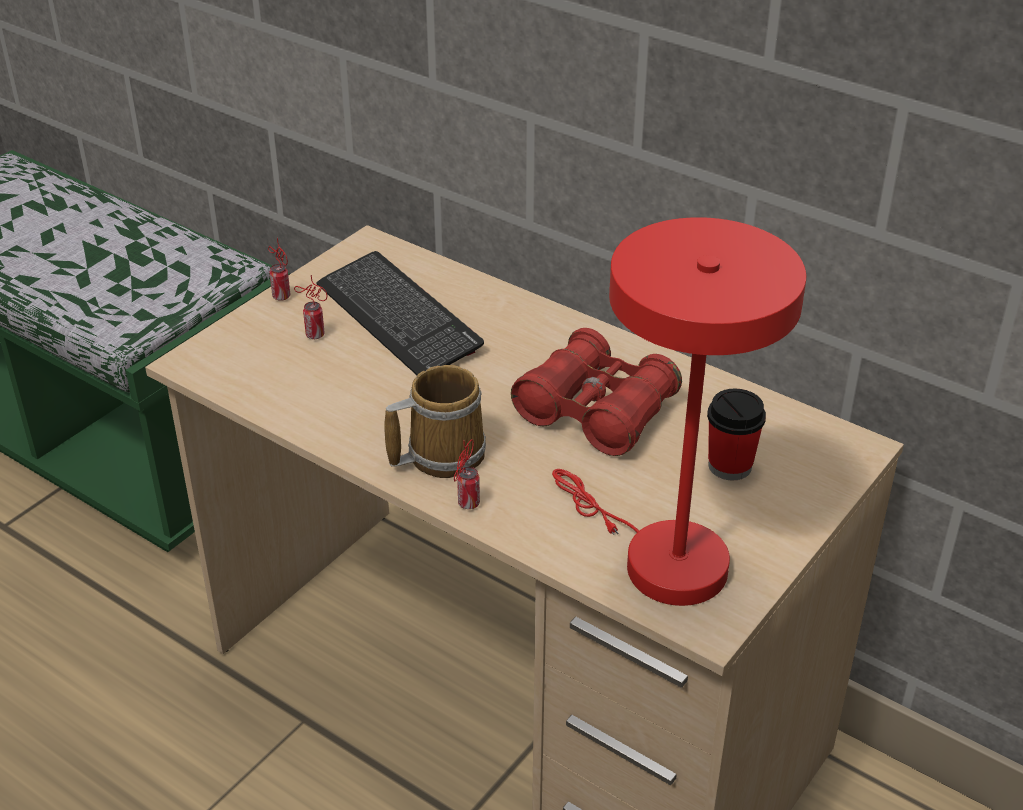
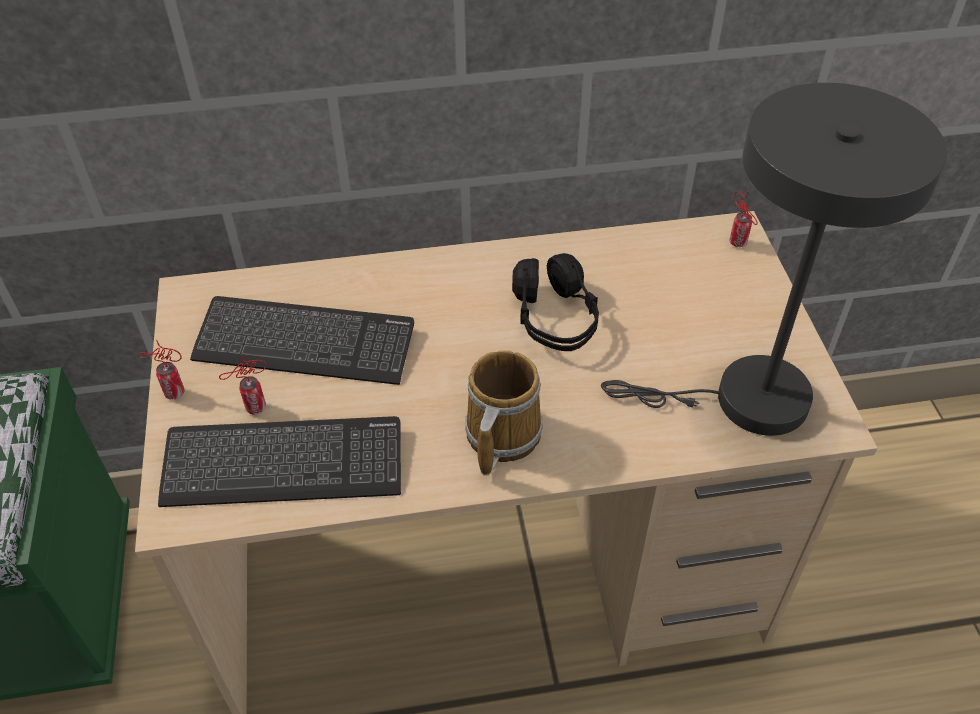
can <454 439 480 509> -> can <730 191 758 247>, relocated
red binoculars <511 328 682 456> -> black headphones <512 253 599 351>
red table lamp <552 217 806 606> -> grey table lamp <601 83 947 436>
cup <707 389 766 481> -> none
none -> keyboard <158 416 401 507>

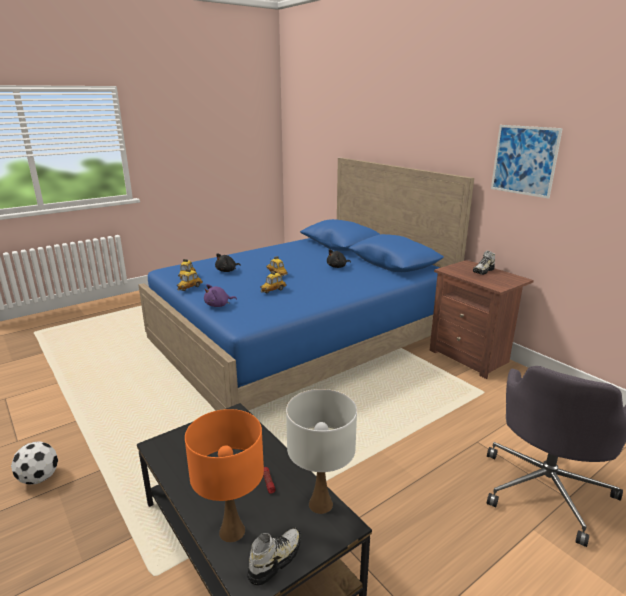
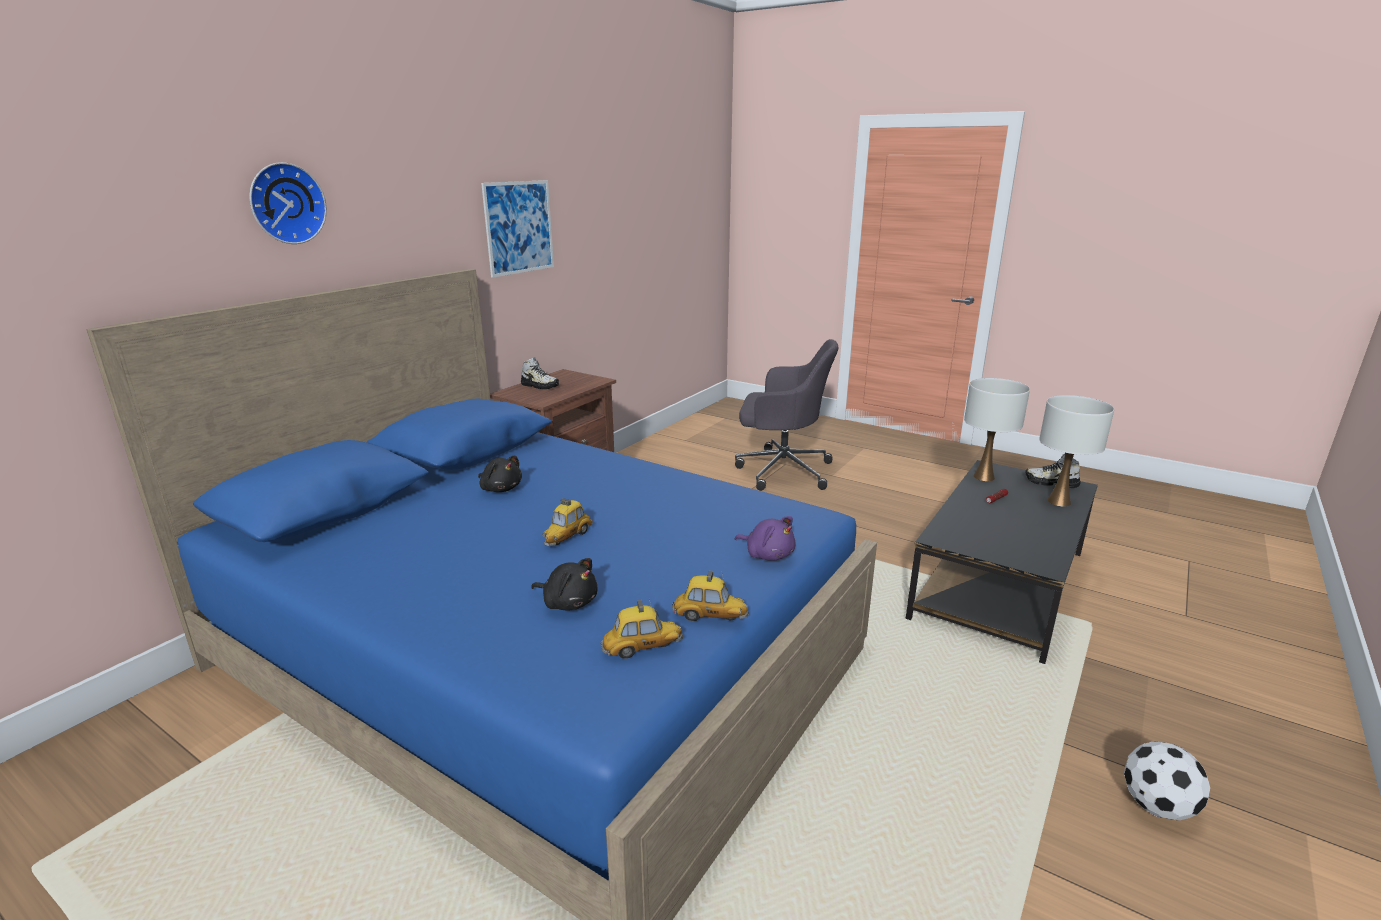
orange table lamp <185 409 264 542> -> white table lamp <1039 395 1114 507>
toy car <260 271 287 293> -> none
none -> wall clock <250 162 327 244>

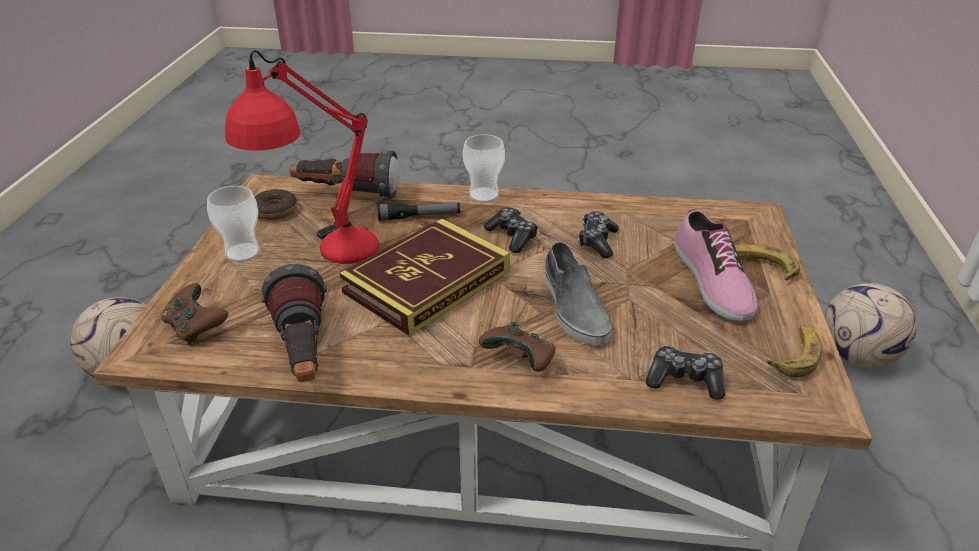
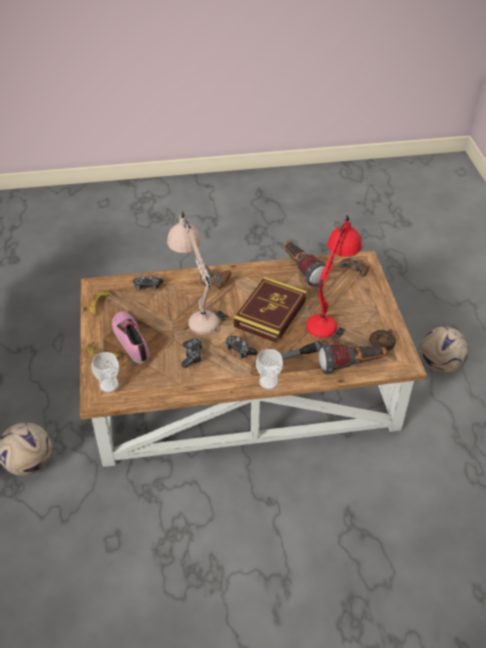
cup <207 186 260 262> -> cup <91 352 119 393>, relocated
grey shoe <545 242 612 345> -> beige table lamp <167 211 226 334>

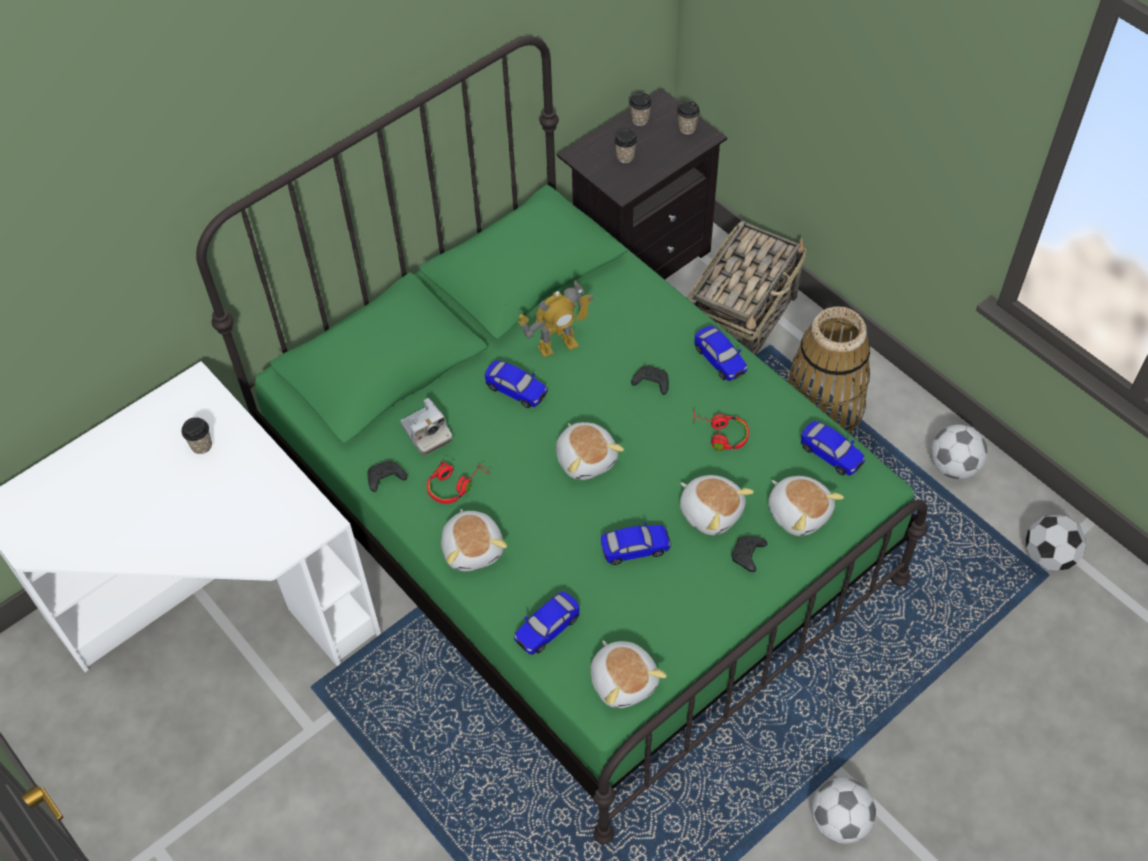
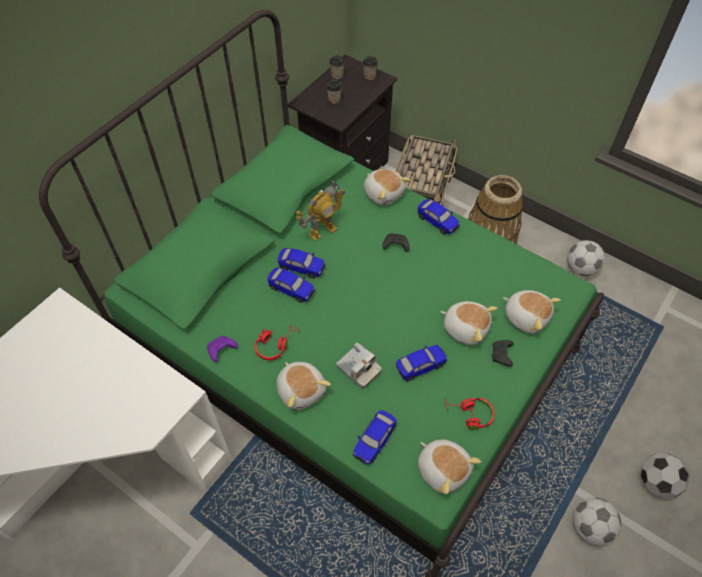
cup <182 417 212 454> -> none
black game controller <367 460 407 492> -> purple game controller <207 336 238 362>
photo camera <400 398 452 456> -> photo camera <336 342 382 389>, relocated
plush toy <556 422 624 480> -> plush toy <364 169 411 206>, relocated
red headphones <693 409 749 451> -> red headphones <445 397 495 430>, relocated
toy car <801 421 865 476> -> toy car <267 268 315 303>, relocated
football <1026 515 1086 570> -> football <641 453 690 499>, relocated

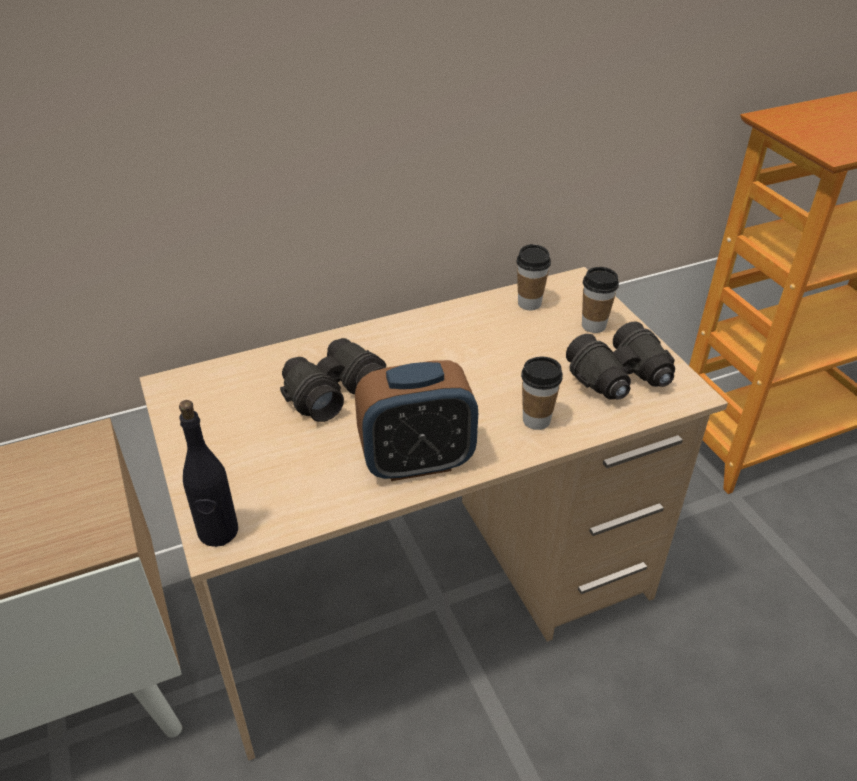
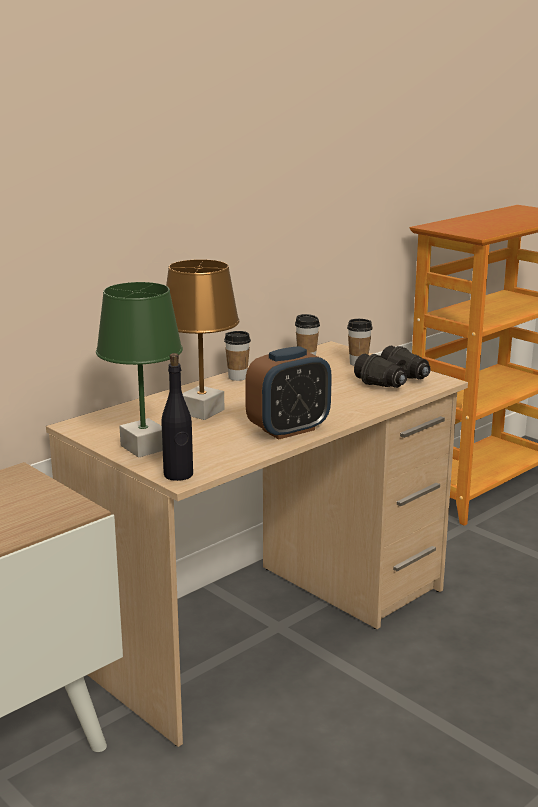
black binoculars <280 338 386 422> -> brown table lamp <166 259 239 420>
cup <521 357 563 430> -> cup <224 331 251 381>, relocated
none -> green table lamp <96 282 183 458>

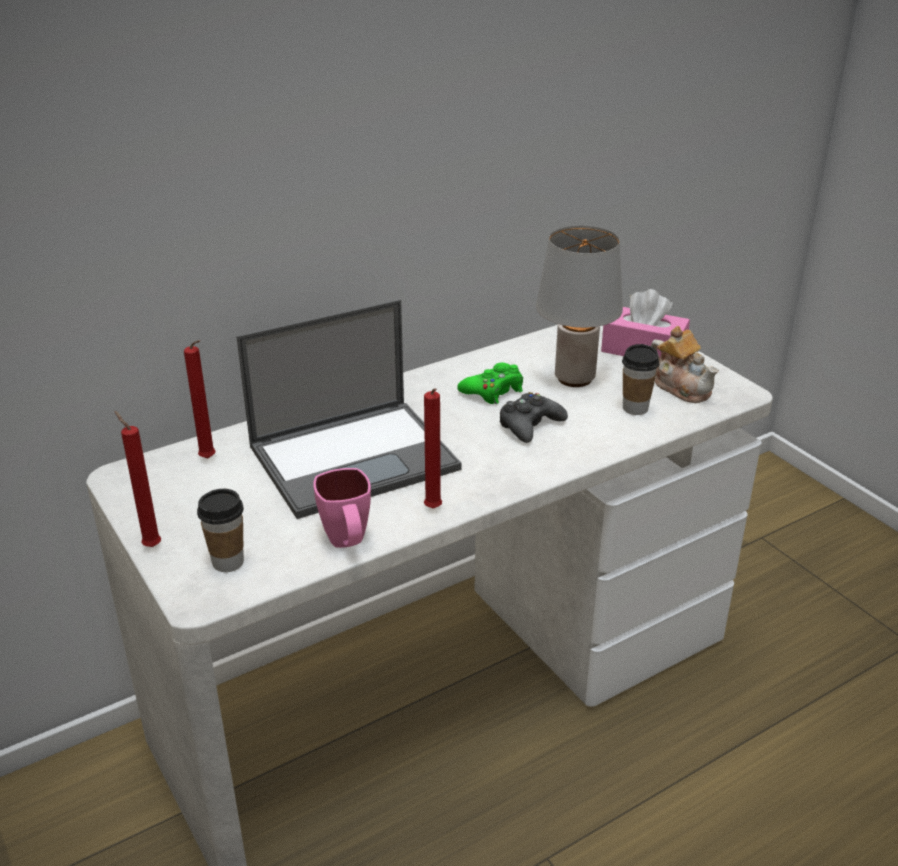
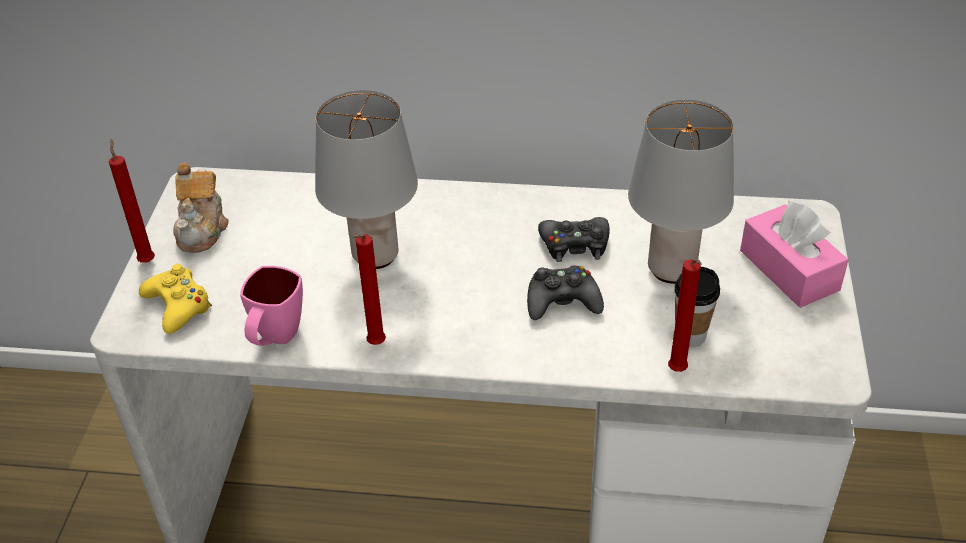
red candle <184 340 215 459> -> red candle <668 259 702 372>, relocated
cup <197 489 244 572> -> yellow game controller <139 264 212 334>
laptop <236 299 461 519> -> grey table lamp <315 90 418 269>
green game controller <457 363 523 404> -> black game controller <538 217 610 262>
teapot <651 326 719 403> -> teapot <173 163 229 253>, relocated

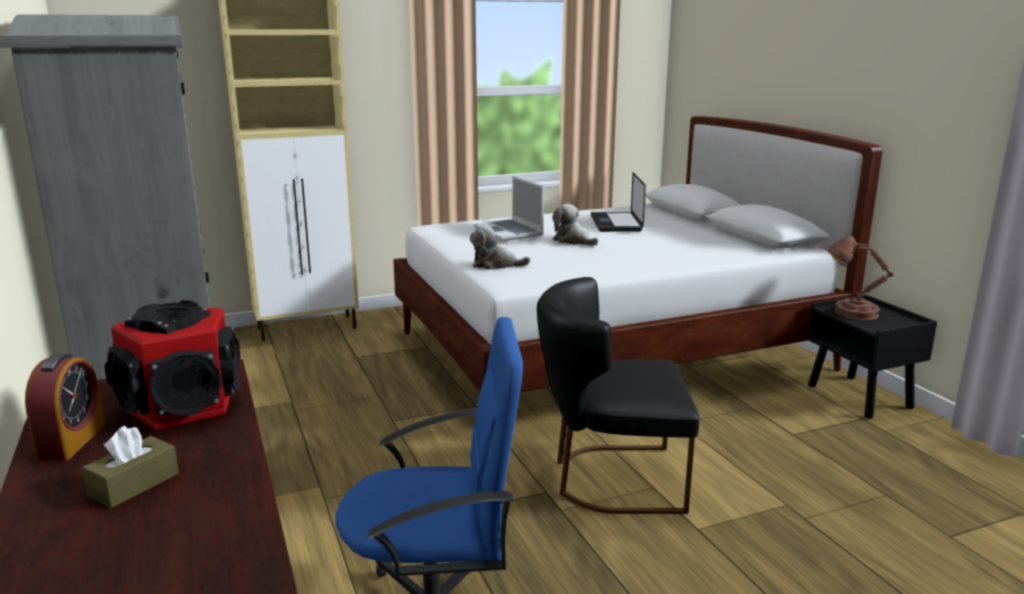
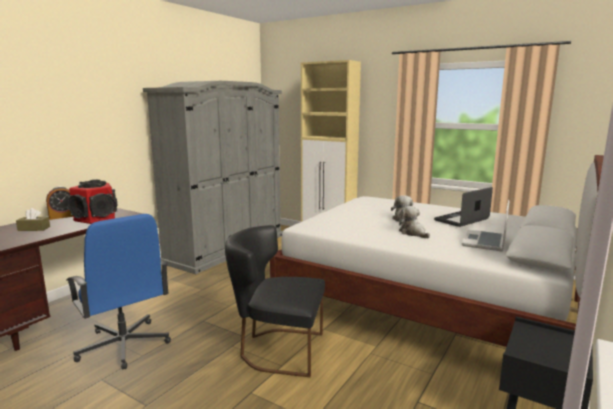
plush toy <470 225 530 269> -> plush toy <399 206 430 238>, relocated
laptop <474 176 544 241> -> laptop <462 200 510 251>, relocated
black chair <537 277 699 514> -> black chair <225 225 325 377>, 45 degrees counterclockwise
brown table lamp <828 236 893 320> -> none

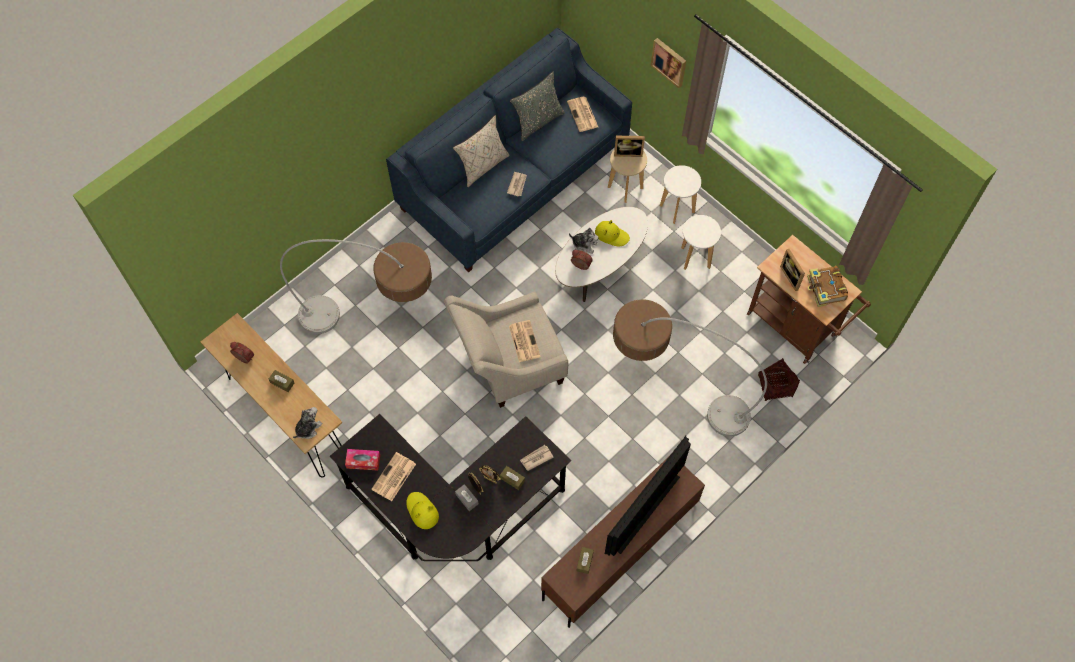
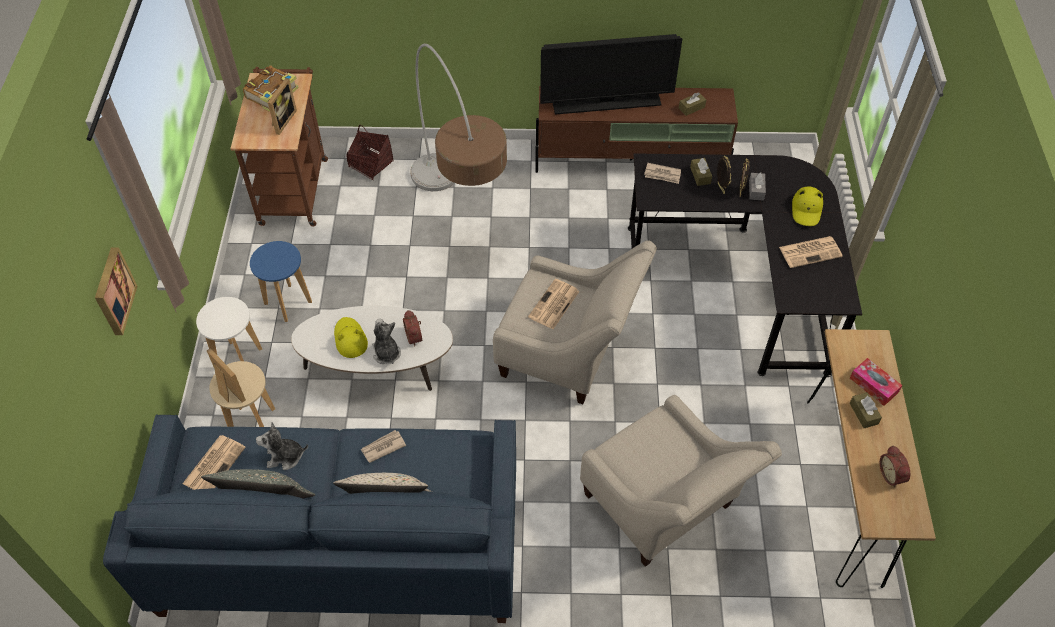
floor lamp <280 239 432 334> -> beige armchair <580 395 782 567>
plush toy <293 407 323 439> -> plush toy <256 422 308 470>, relocated
tissue box <345 449 380 471> -> tissue box <850 358 902 406>, relocated
white stool <681 215 721 270> -> blue stool <250 241 312 322>

